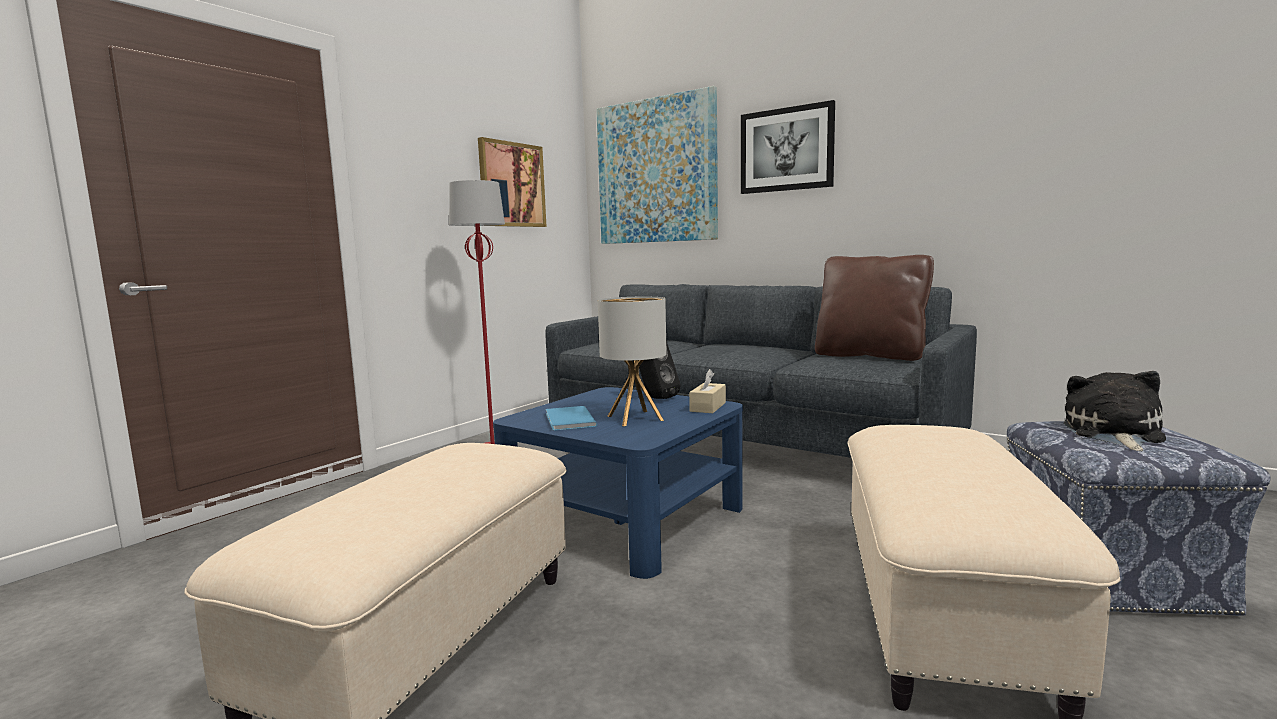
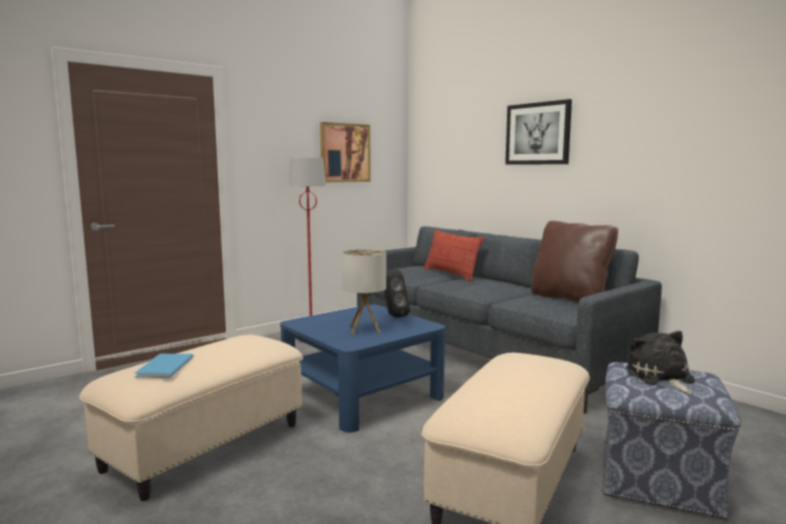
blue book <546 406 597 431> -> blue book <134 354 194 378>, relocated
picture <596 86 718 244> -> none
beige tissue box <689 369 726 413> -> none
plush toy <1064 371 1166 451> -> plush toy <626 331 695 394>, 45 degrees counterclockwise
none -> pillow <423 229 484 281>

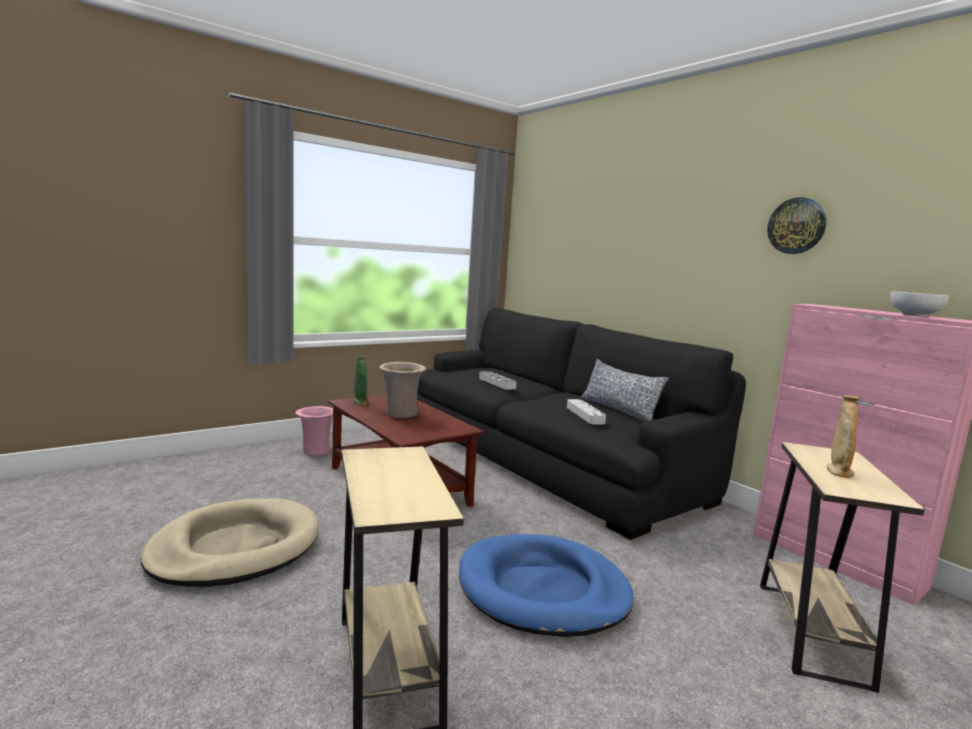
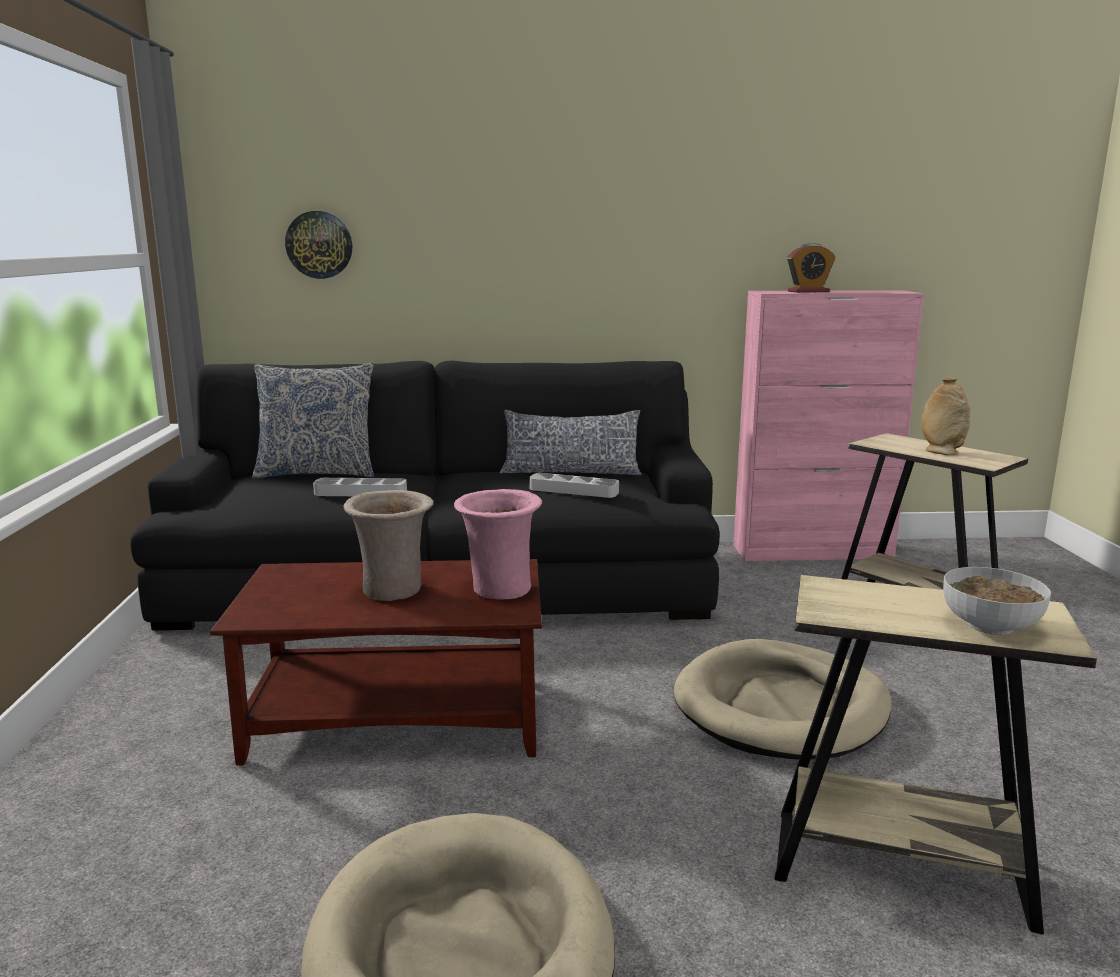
pink vase <296 406 333 456> -> pink vase <454 489 542 599>, relocated
green vase <353 356 369 405> -> none
blue dog bed <459 534 634 637> -> beige dog bed <674 639 891 760>
wall clock <767 197 826 254> -> wall clock <285 211 352 279>, relocated
bowl <890 291 949 317> -> bowl <943 567 1051 635>, relocated
none -> pillow <252 363 374 479>
none -> alarm clock <787 243 835 293>

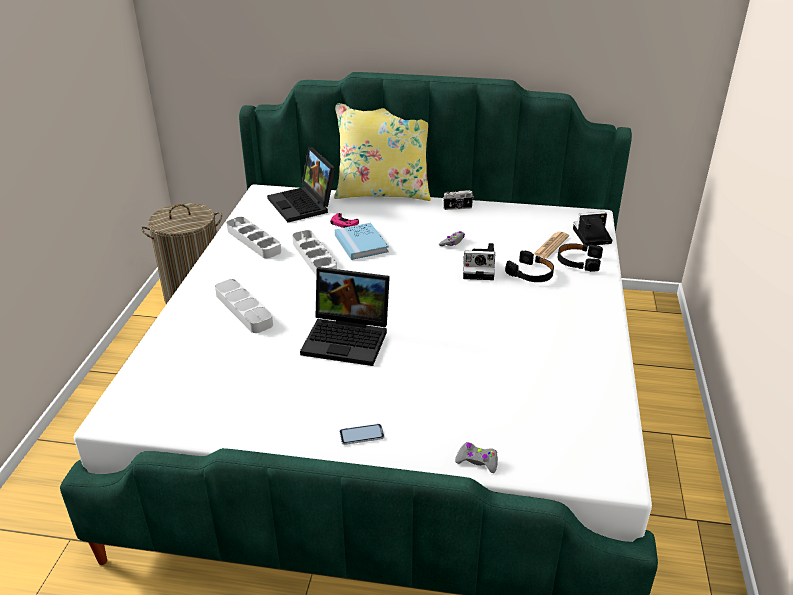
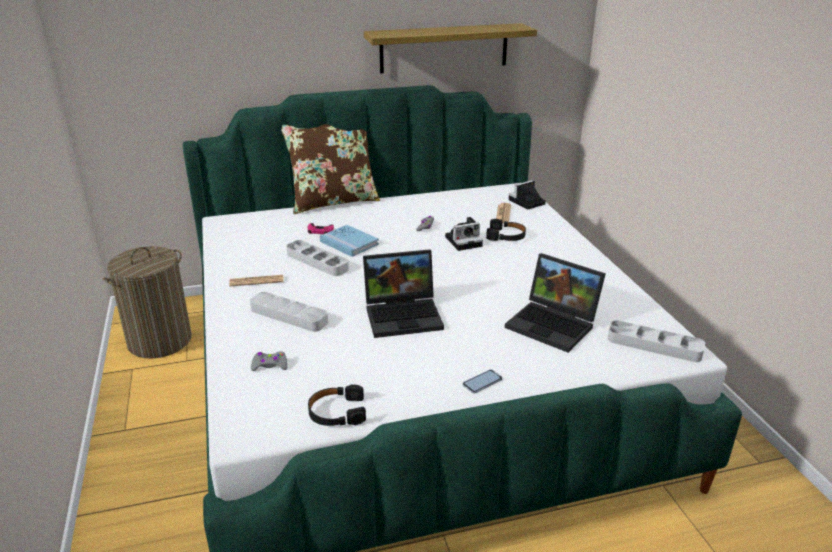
grey tray <226 217 281 258> -> grey tray <608 320 705 362>, relocated
laptop <267 147 336 222> -> laptop <505 253 606 353>, relocated
yellow pillow <334 103 431 201> -> brown pillow <281 124 380 214>
photo camera <443 190 474 210> -> none
grey game controller <455 442 498 473> -> grey game controller <251 351 288 371>, relocated
black headphones <558 243 603 272> -> black headphones <308 384 366 426>, relocated
none -> newspaper <229 275 284 286>
none -> shelf <364 23 537 74>

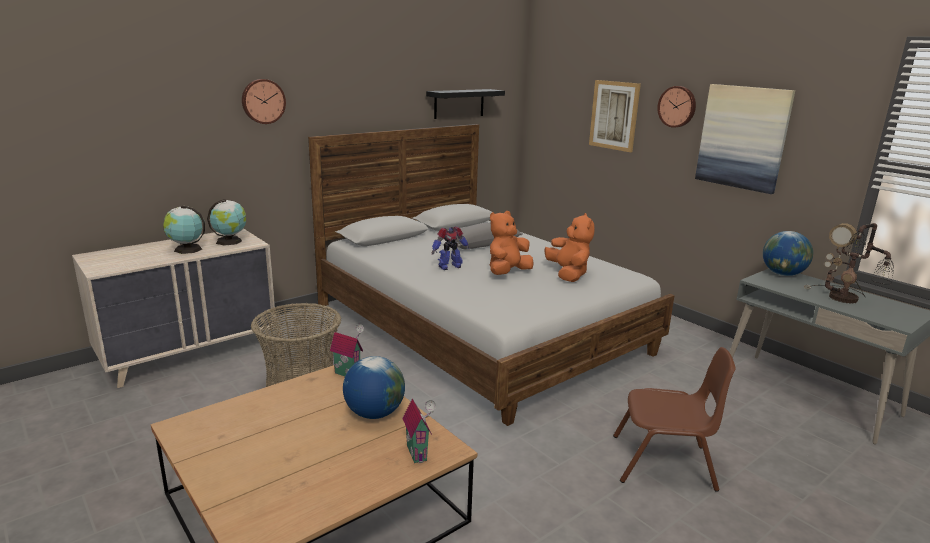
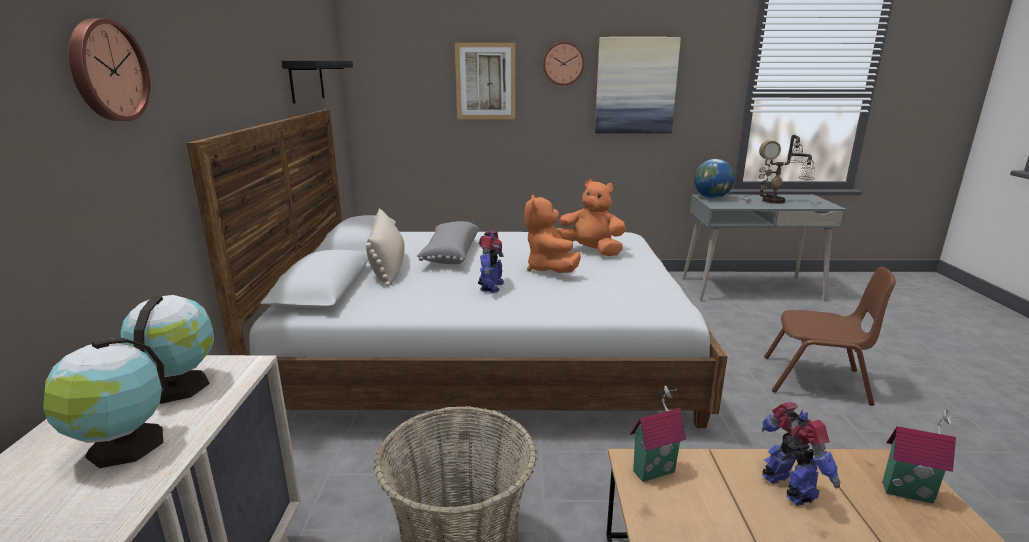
globe <343 356 405 419> -> toy robot <762 402 840 506>
brown chair <613 347 736 492> -> brown chair <764 267 896 406>, 60 degrees clockwise
none -> beige pillow <366 209 405 286>

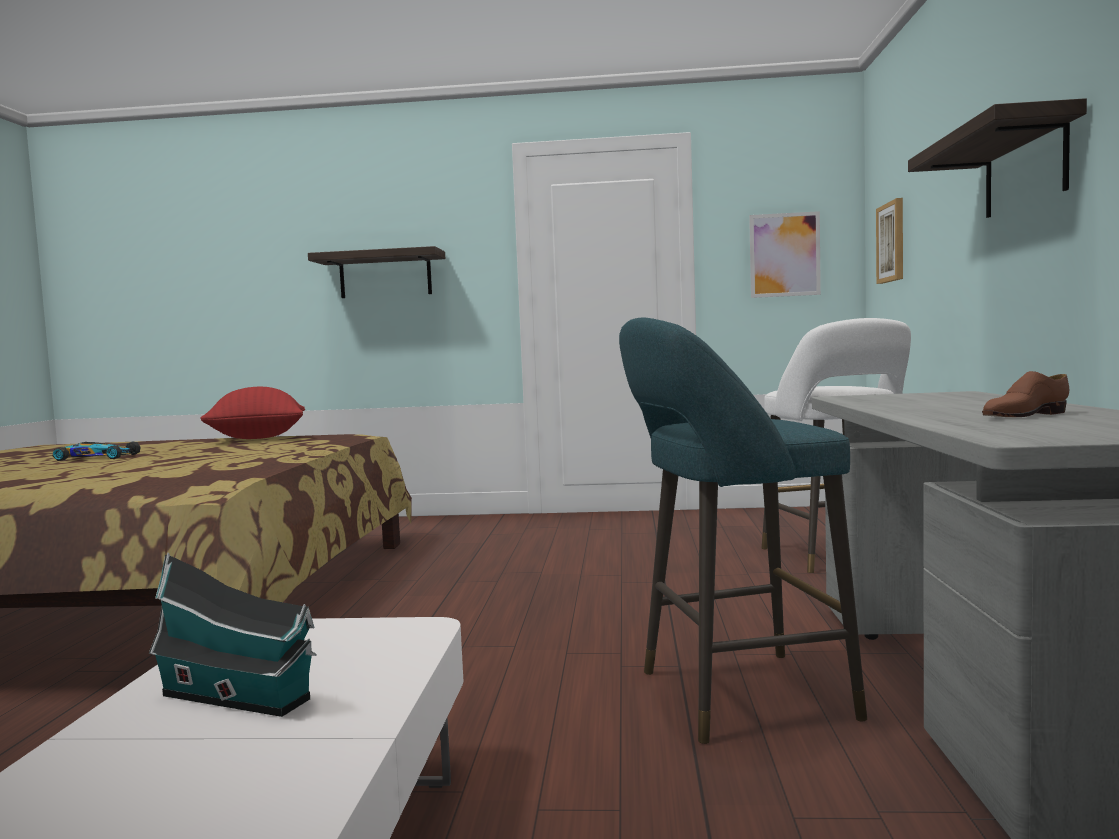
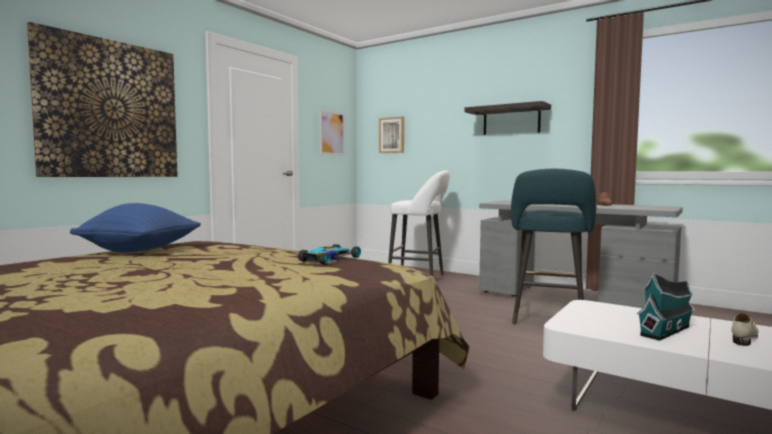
toy car <53 442 141 461> -> toy car <298 244 361 265>, relocated
red pillow <200 387 305 439> -> blue pillow <70 203 201 252>
shelf <308 246 445 298> -> picture <26 22 178 177>
none -> beige shoe <732 313 758 346>

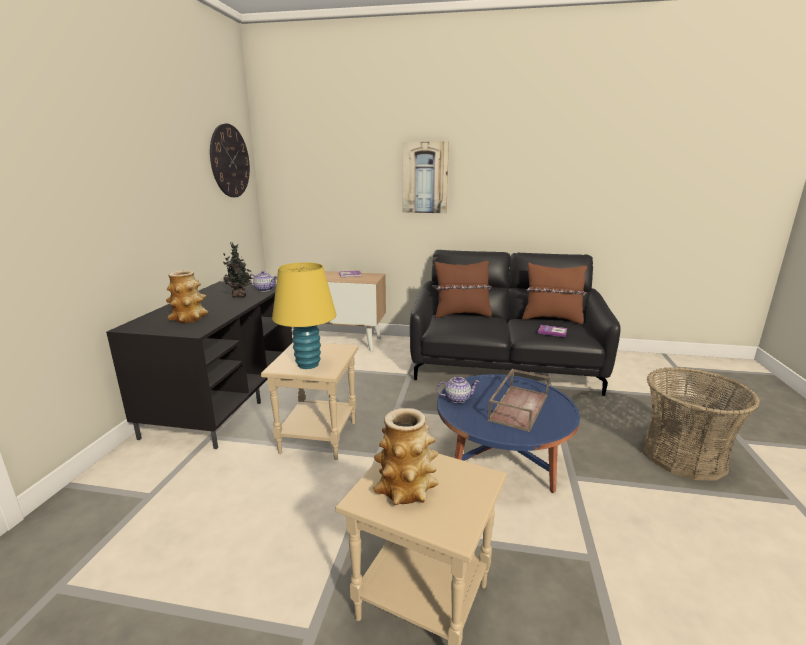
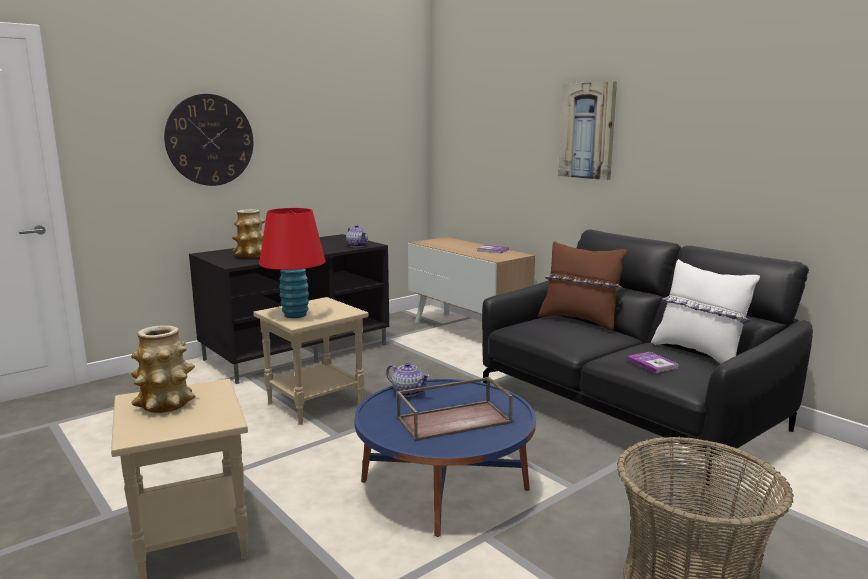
wall clock <210 123 250 197> -> wall clock <164 94 253 186>, relocated
potted plant <223 242 253 298> -> none
yellow table lamp <272 262 336 369> -> red table lamp <259 208 326 318>
brown pillow <522 263 587 325> -> white pillow <651 259 760 364>

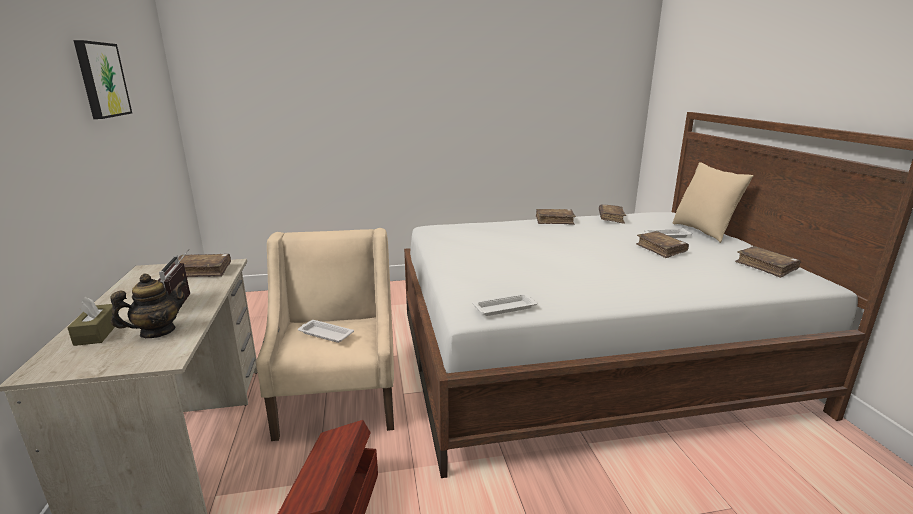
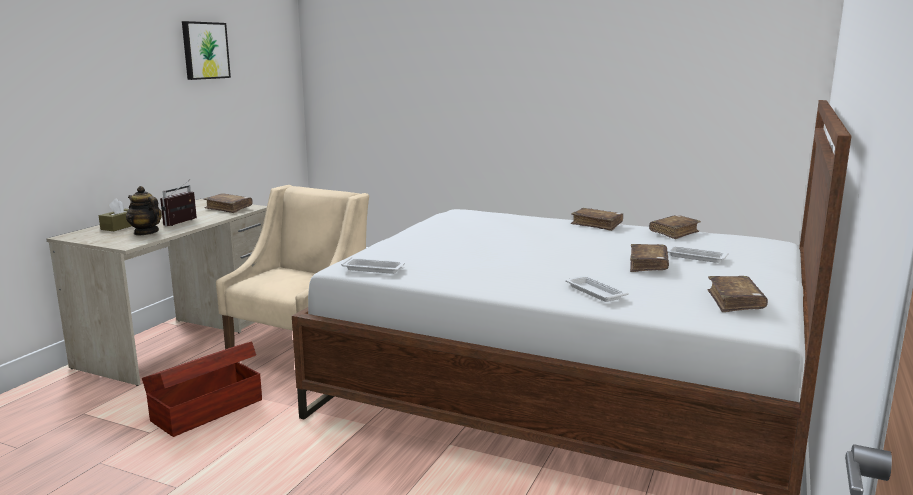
teapot <110 273 187 338> -> teapot <126 186 162 235>, 135 degrees counterclockwise
white tray <298 320 354 343> -> white tray <565 276 629 302>, relocated
beige pillow <672 162 753 243> -> none

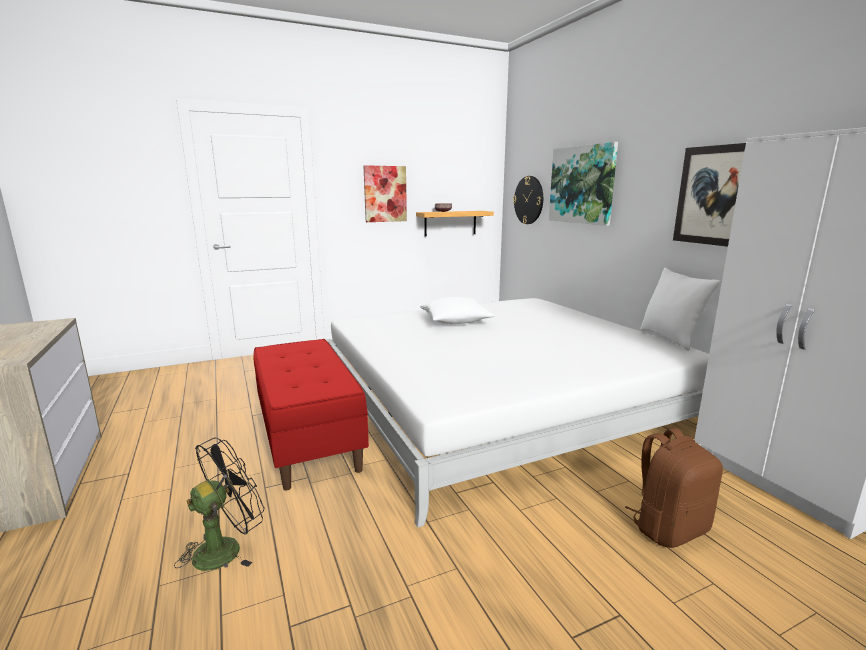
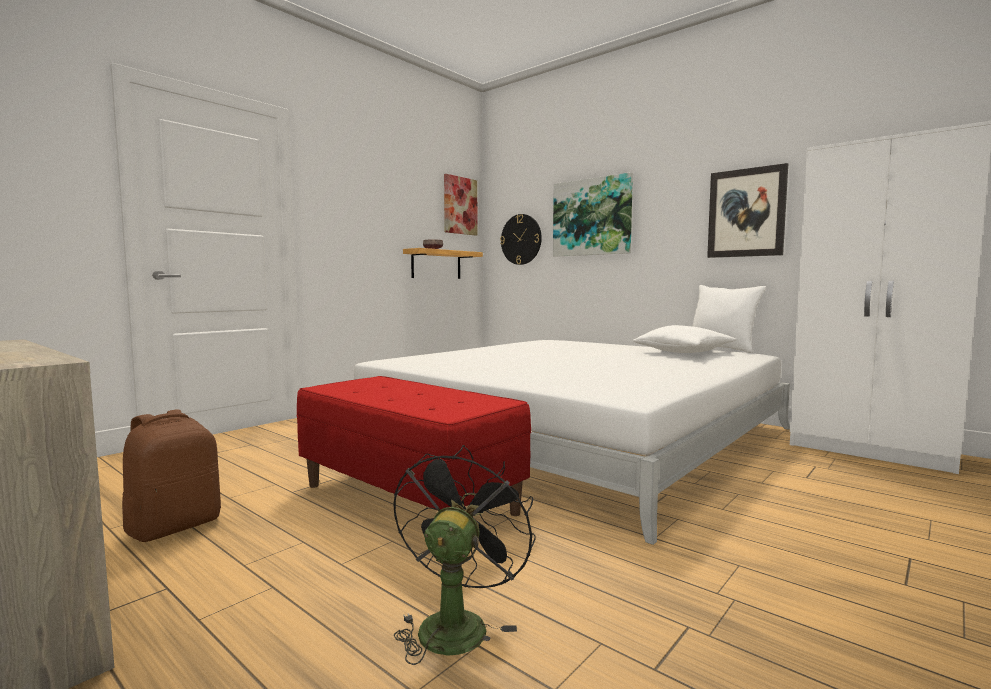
picture <364 165 407 222> -> picture <444 174 477 236>, relocated
white pillow <420 297 495 324> -> white pillow <633 325 737 353>, relocated
brown backpack <625 428 723 548> -> brown backpack <122 409 221 542>, relocated

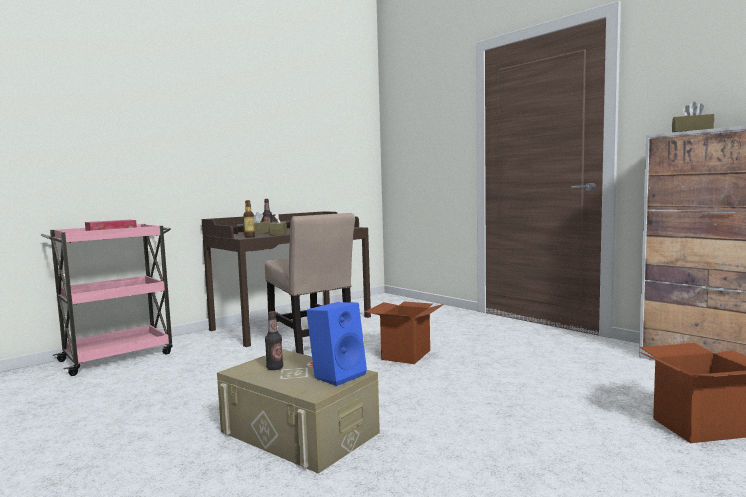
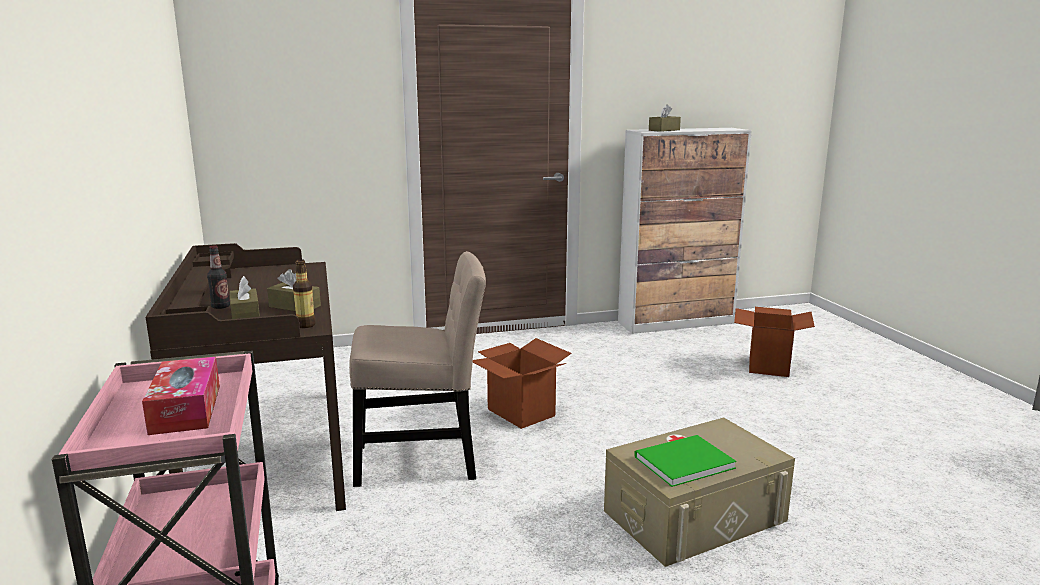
bottle <265 311 283 370> -> green book <634 435 737 487>
blue speaker <306 302 367 386> -> none

